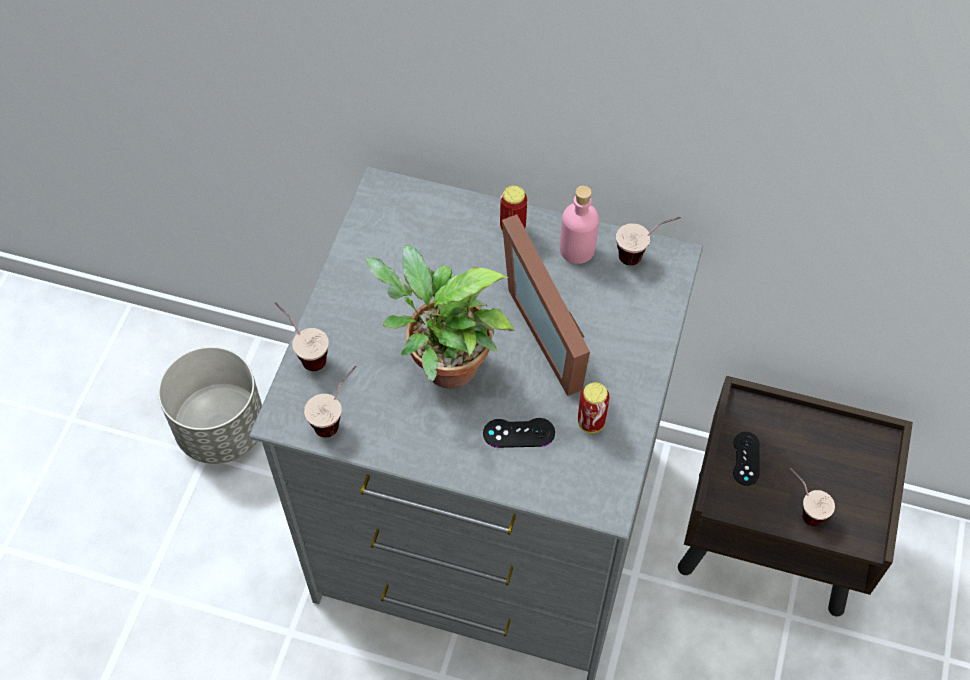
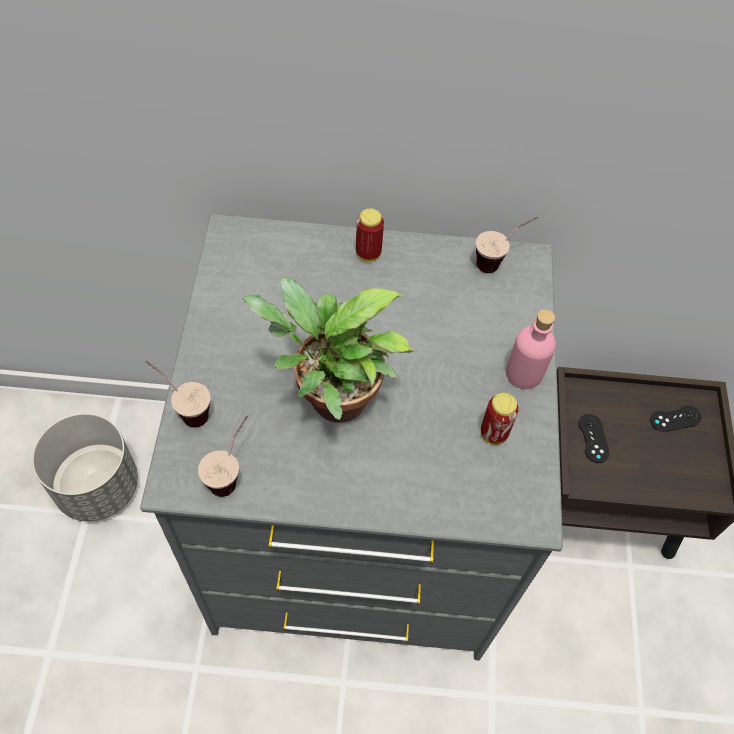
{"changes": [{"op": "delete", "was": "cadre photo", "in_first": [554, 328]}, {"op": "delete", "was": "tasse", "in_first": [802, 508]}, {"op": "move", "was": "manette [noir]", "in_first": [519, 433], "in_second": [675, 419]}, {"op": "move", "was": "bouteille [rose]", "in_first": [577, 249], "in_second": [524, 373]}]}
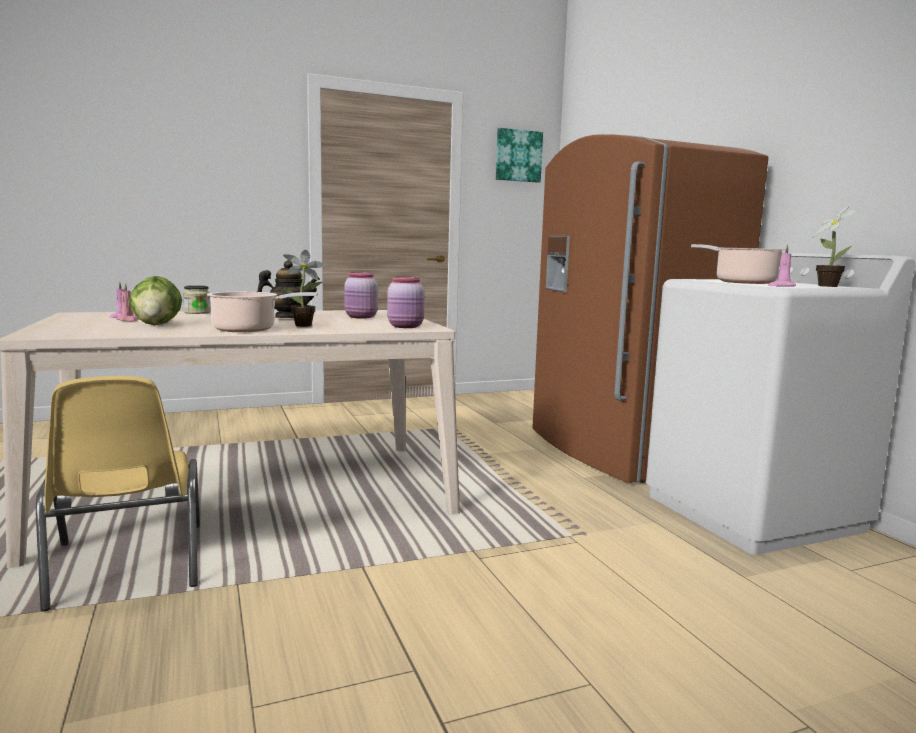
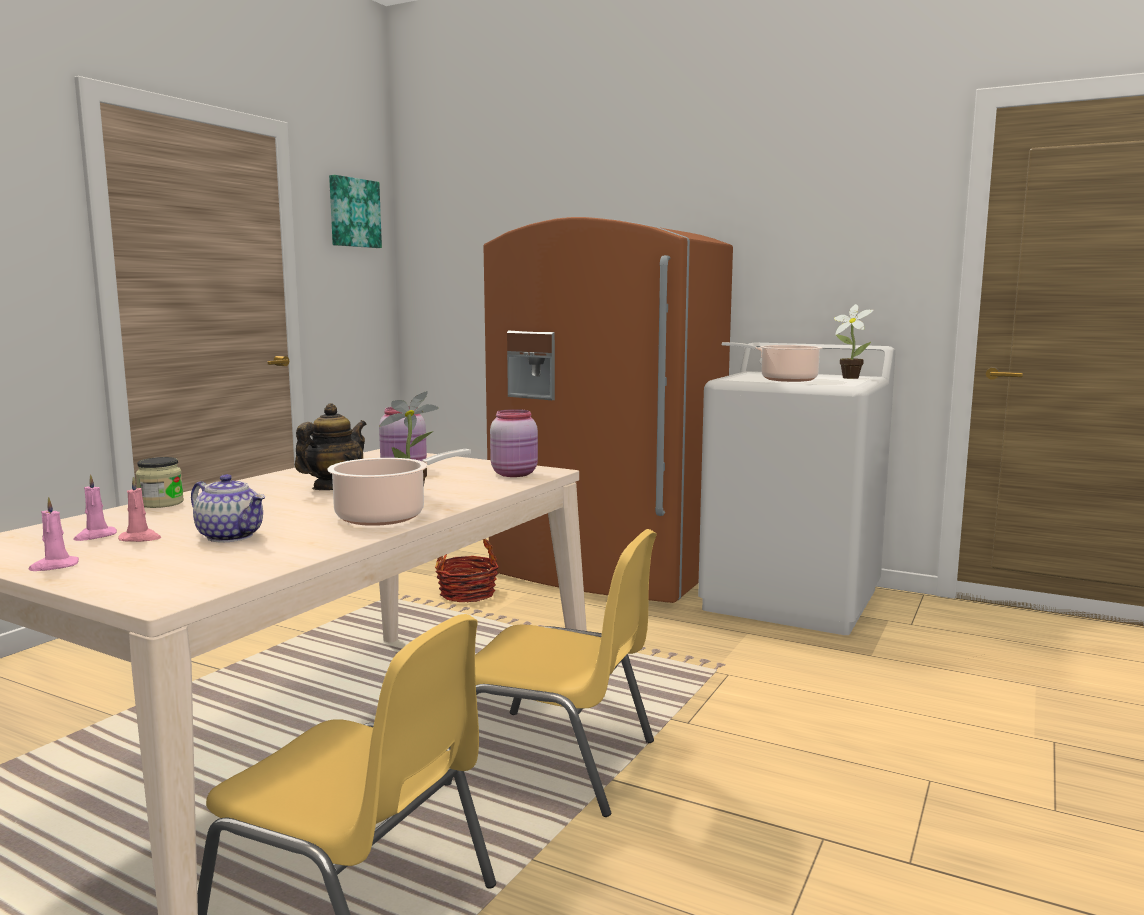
{"changes": [{"op": "insert", "now": "panier", "in_second": [467, 594]}, {"op": "insert", "now": "chaise [jaune]", "in_second": [557, 762]}, {"op": "move", "was": "bougie [rose]", "in_first": [781, 286], "in_second": [54, 566]}, {"op": "replace", "was": "laitue", "now": "théière", "in_first": [157, 325], "in_second": [231, 536]}]}
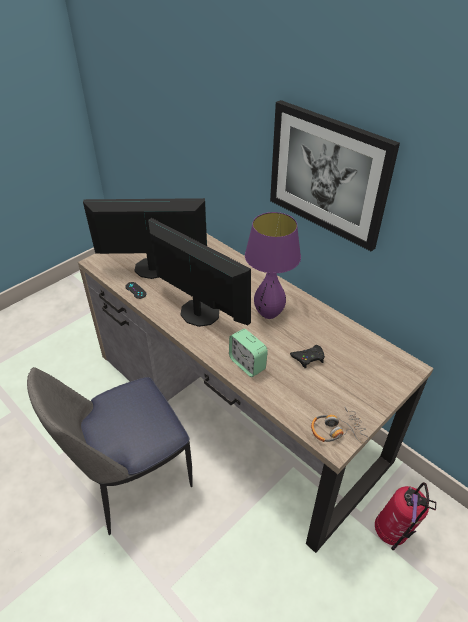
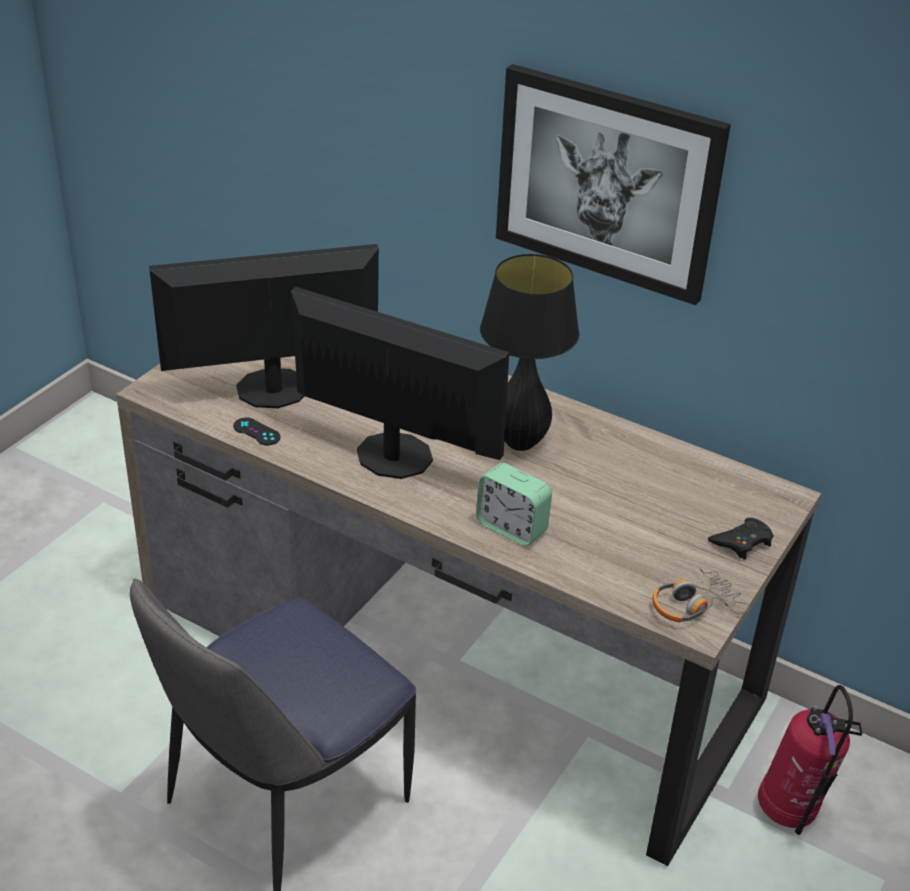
{"changes": [{"op": "move", "was": "manette [noir]", "in_first": [308, 358], "in_second": [742, 542]}, {"op": "recolor", "was": "lampe de table [violet]", "now": "lampe de table [noir]", "in_first": [269, 314], "in_second": [520, 442]}]}
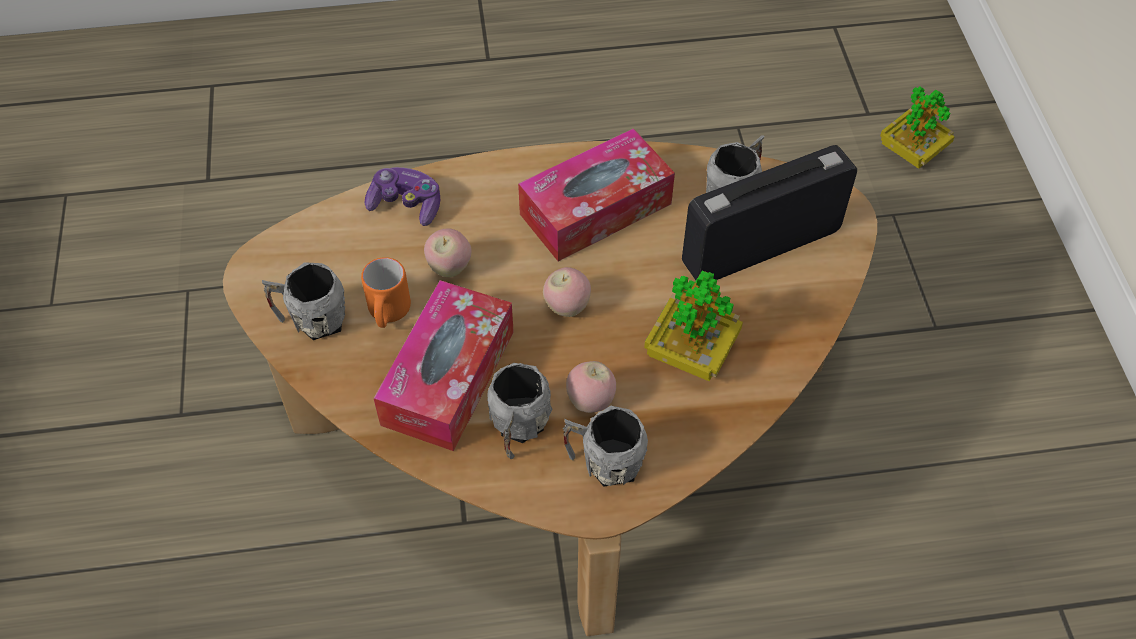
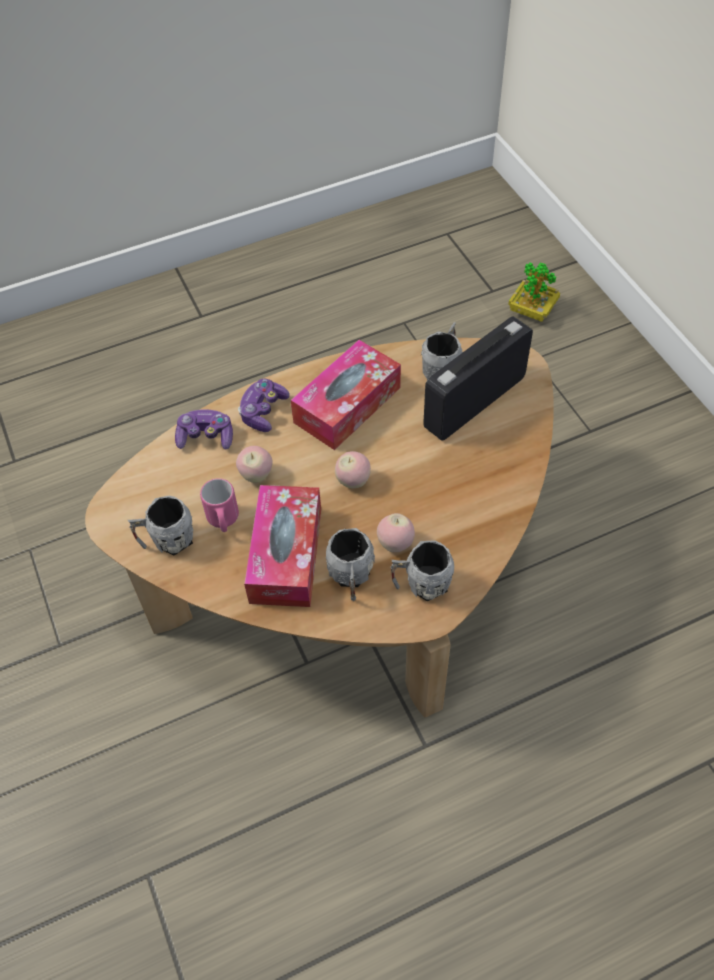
{"changes": [{"op": "delete", "was": "plante en pot", "in_first": [690, 353]}, {"op": "insert", "now": "manette", "in_second": [263, 411]}, {"op": "recolor", "was": "mug [orange]", "now": "mug [rose]", "in_first": [388, 314], "in_second": [223, 521]}]}
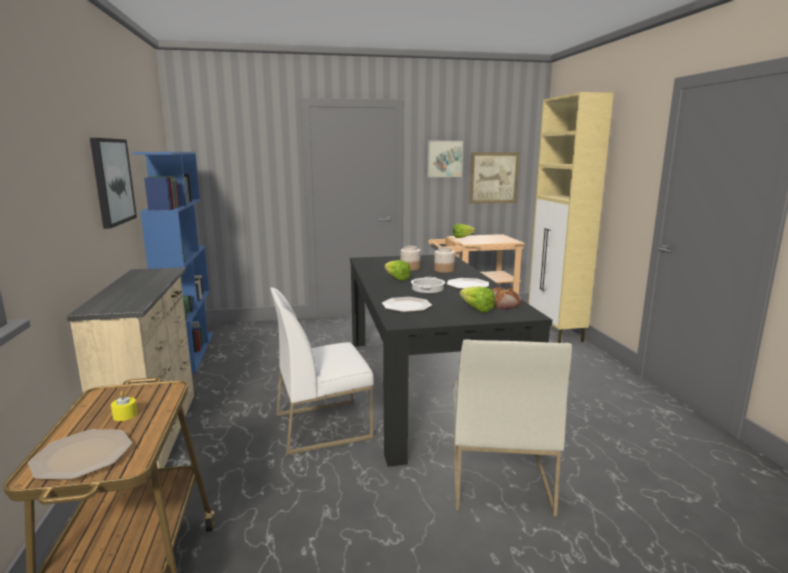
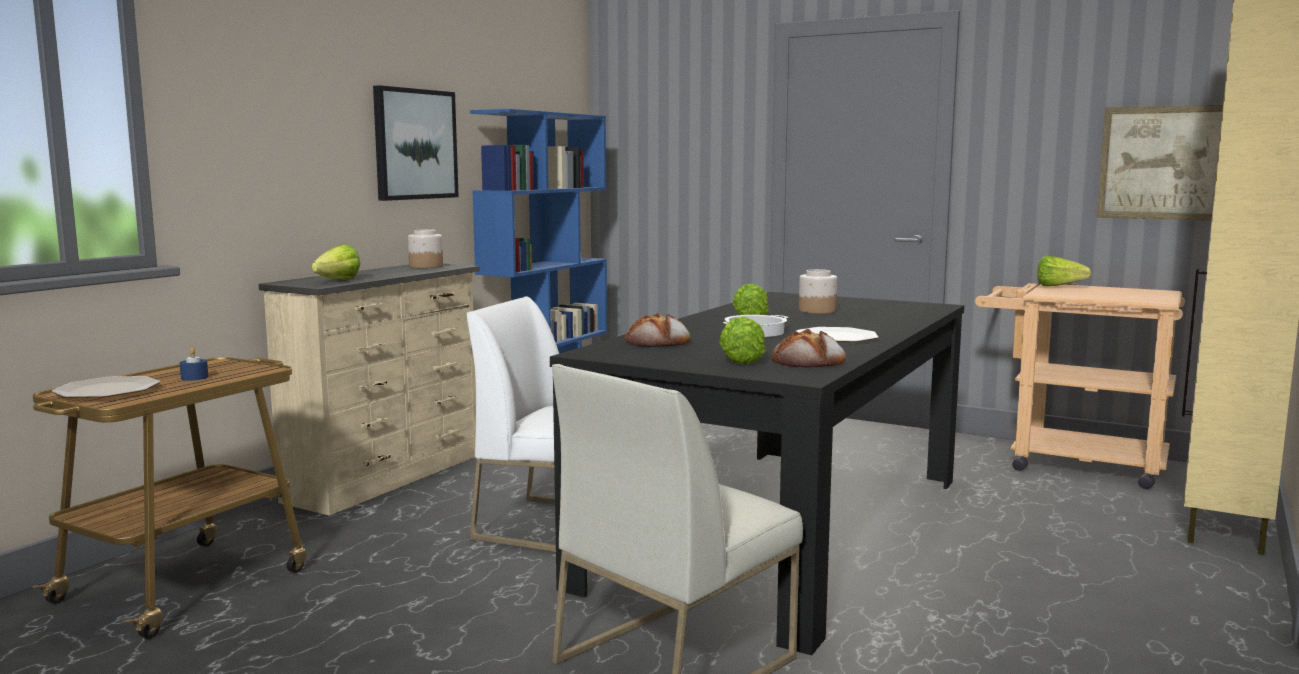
{"changes": [{"op": "delete", "was": "tableau", "in_first": [444, 158]}, {"op": "insert", "now": "laitue", "in_second": [333, 281]}, {"op": "move", "was": "bocal", "in_first": [444, 270], "in_second": [425, 266]}, {"op": "replace", "was": "assiette", "now": "pain", "in_first": [406, 306], "in_second": [658, 342]}, {"op": "recolor", "was": "bougie [jaune]", "now": "bougie [bleu]", "in_first": [125, 415], "in_second": [194, 377]}]}
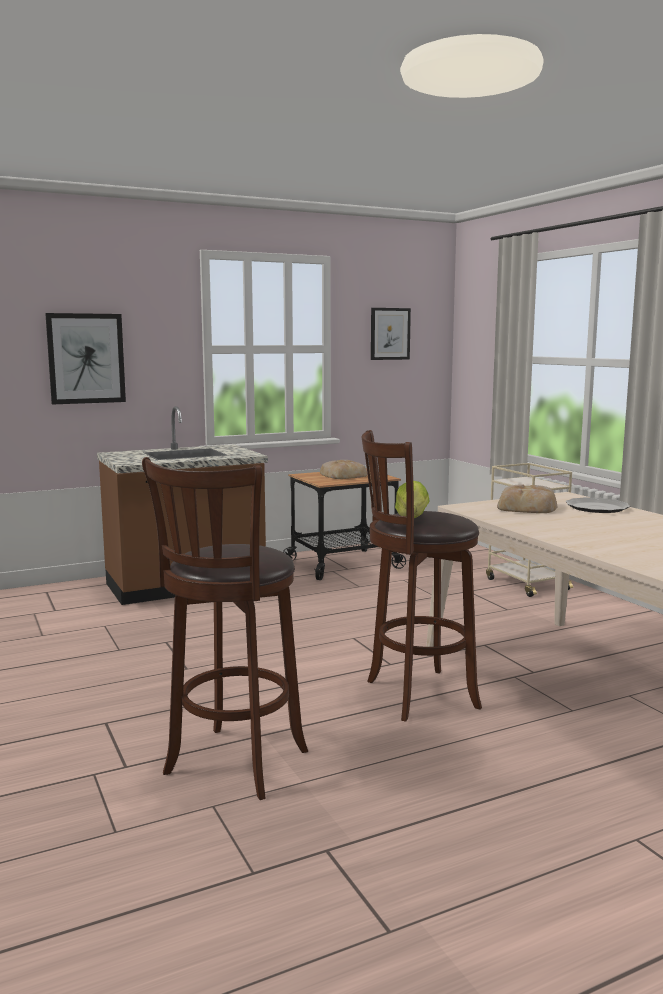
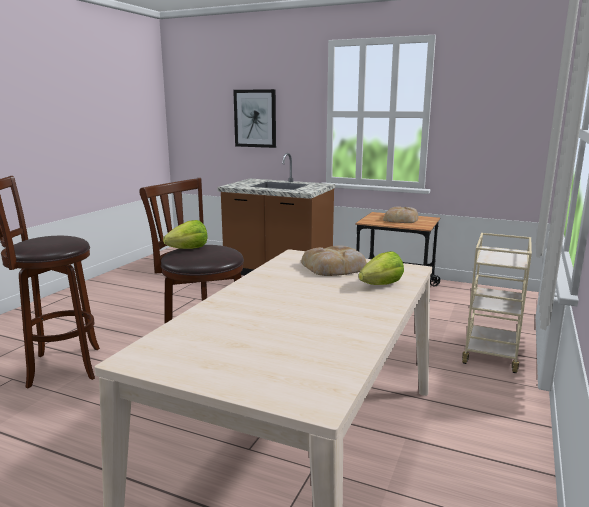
{"changes": [{"op": "delete", "was": "tableau", "in_first": [390, 334]}, {"op": "replace", "was": "assiette", "now": "laitue", "in_first": [597, 508], "in_second": [381, 285]}]}
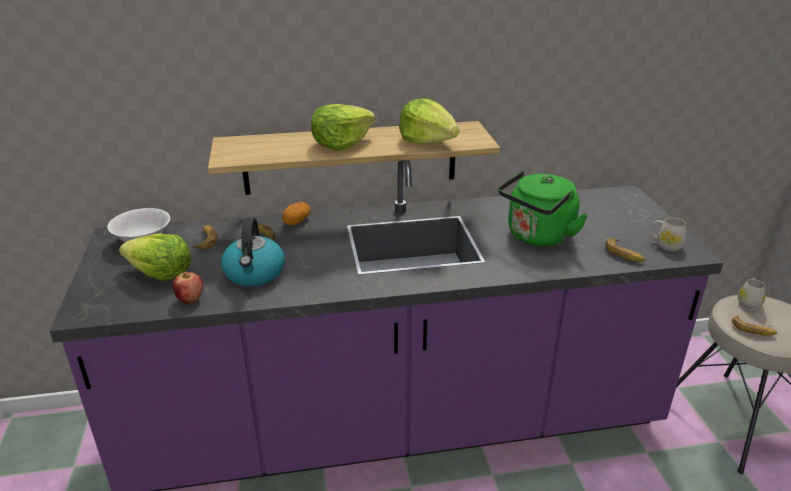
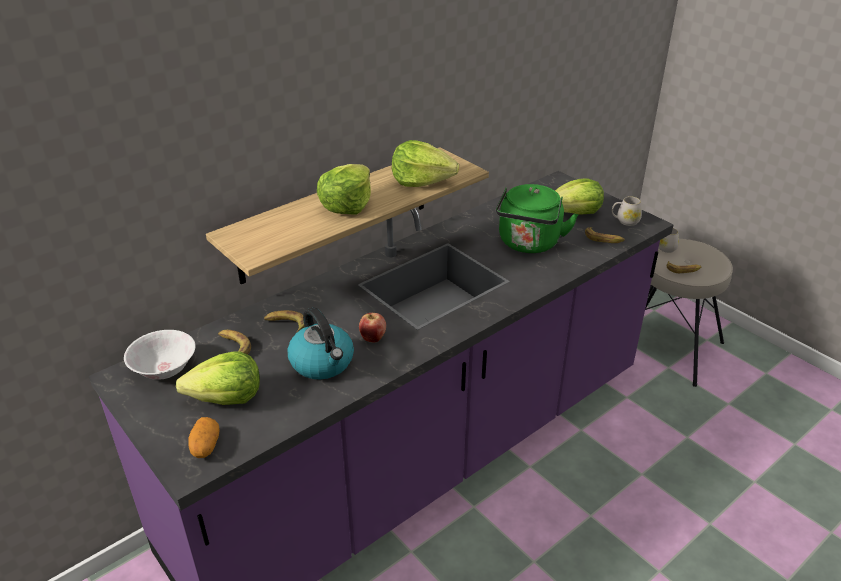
{"changes": [{"op": "insert", "now": "laitue", "in_second": [575, 212]}, {"op": "move", "was": "pomme", "in_first": [190, 300], "in_second": [373, 338]}, {"op": "move", "was": "pomme de terre", "in_first": [296, 221], "in_second": [205, 446]}]}
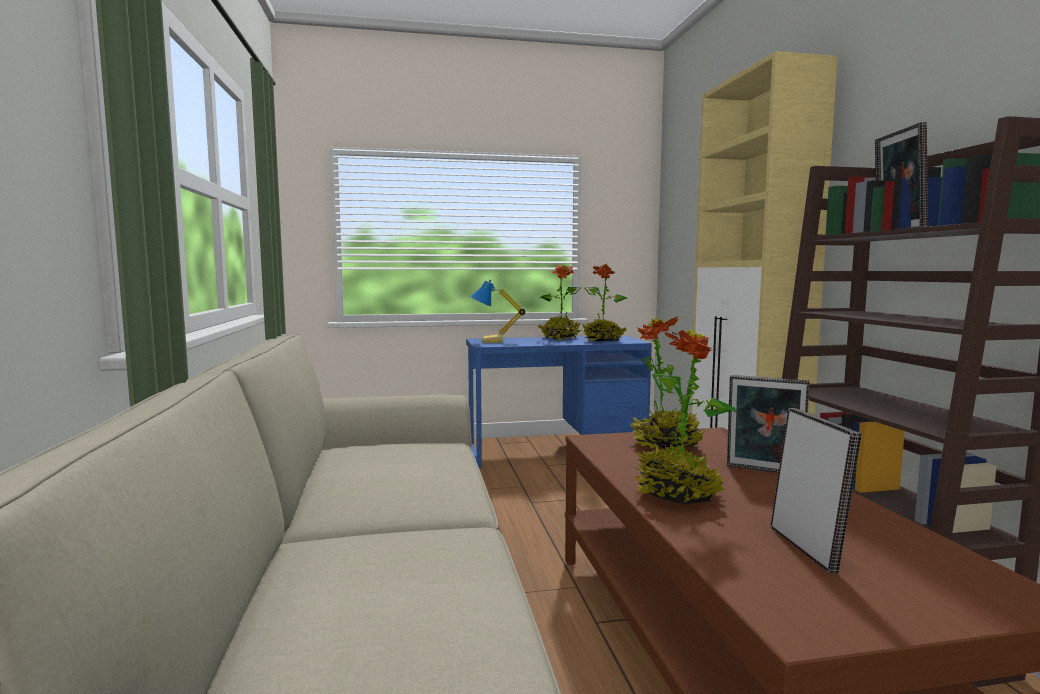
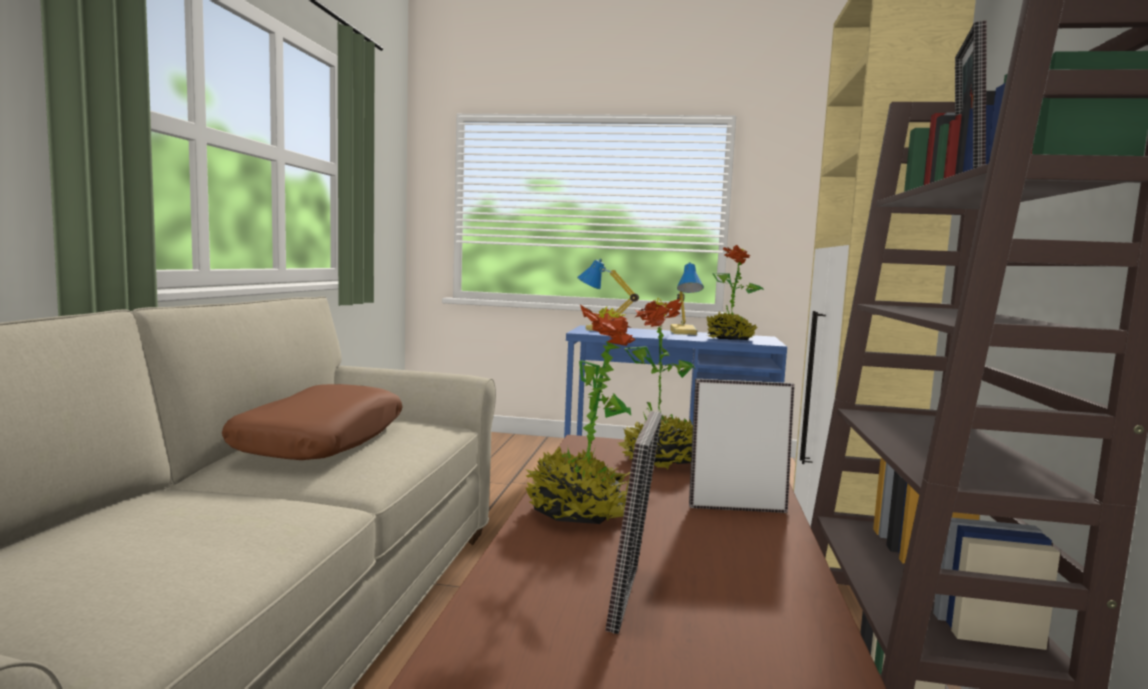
{"changes": [{"op": "insert", "now": "coussin [marron]", "in_second": [321, 440]}, {"op": "replace", "was": "plante en pot", "now": "lampe de table", "in_first": [559, 338], "in_second": [684, 333]}, {"op": "rotate", "was": "cadre photo", "in_first": [764, 471], "in_second": [736, 507], "clockwise": 135}]}
